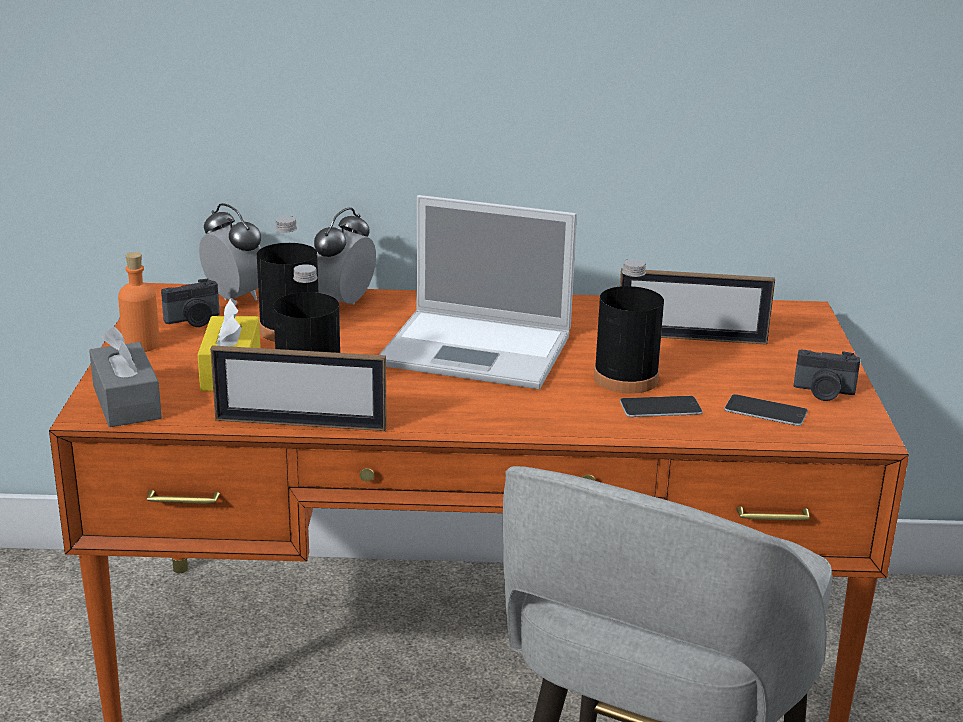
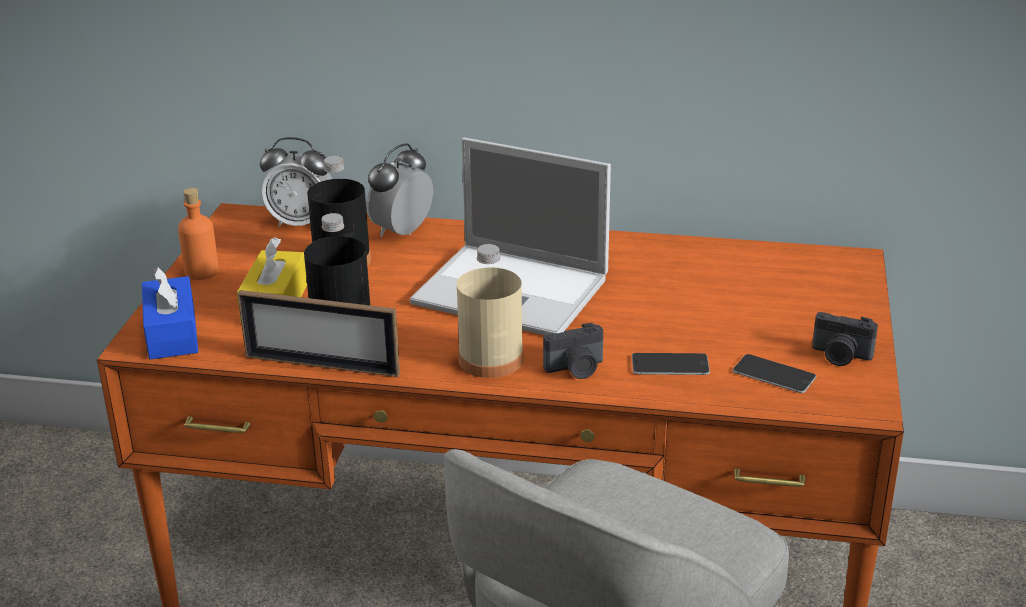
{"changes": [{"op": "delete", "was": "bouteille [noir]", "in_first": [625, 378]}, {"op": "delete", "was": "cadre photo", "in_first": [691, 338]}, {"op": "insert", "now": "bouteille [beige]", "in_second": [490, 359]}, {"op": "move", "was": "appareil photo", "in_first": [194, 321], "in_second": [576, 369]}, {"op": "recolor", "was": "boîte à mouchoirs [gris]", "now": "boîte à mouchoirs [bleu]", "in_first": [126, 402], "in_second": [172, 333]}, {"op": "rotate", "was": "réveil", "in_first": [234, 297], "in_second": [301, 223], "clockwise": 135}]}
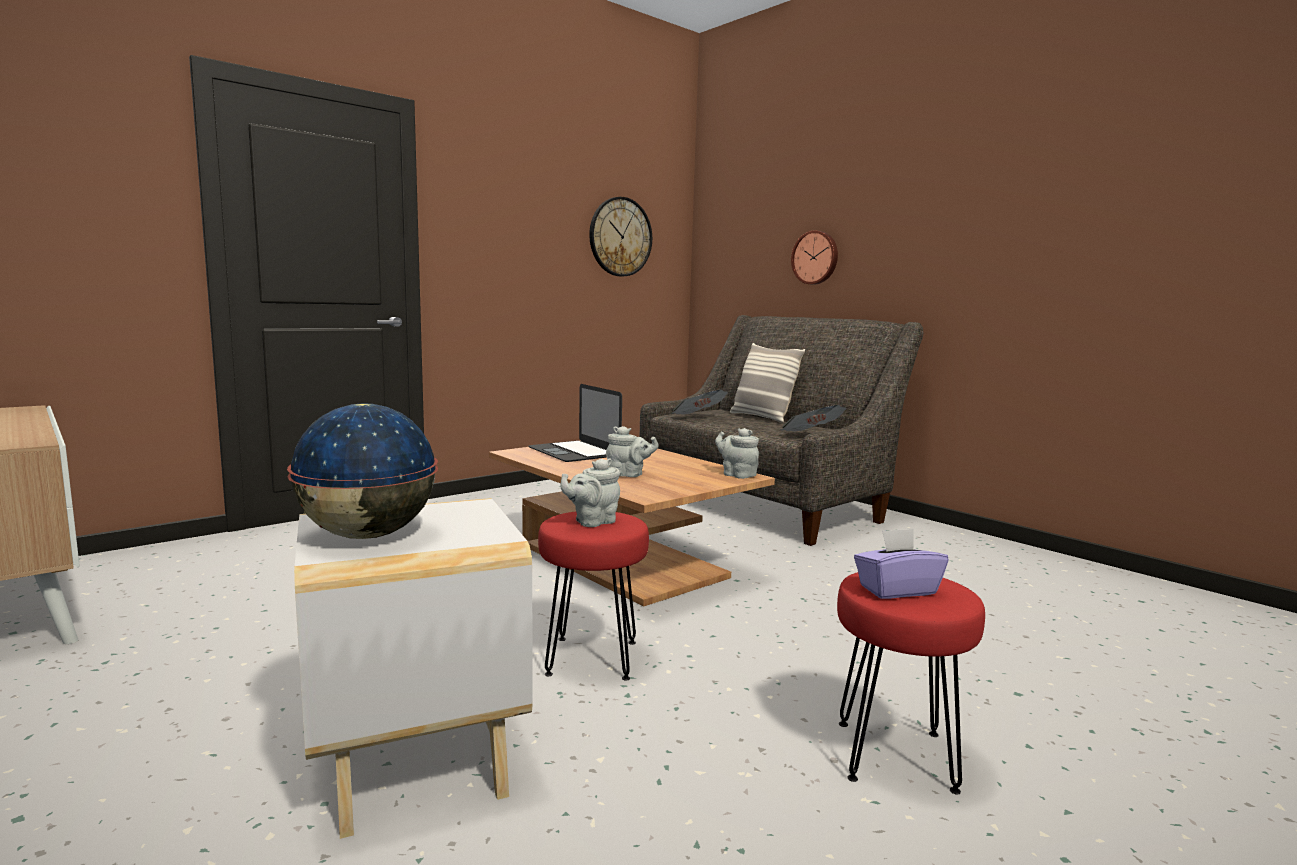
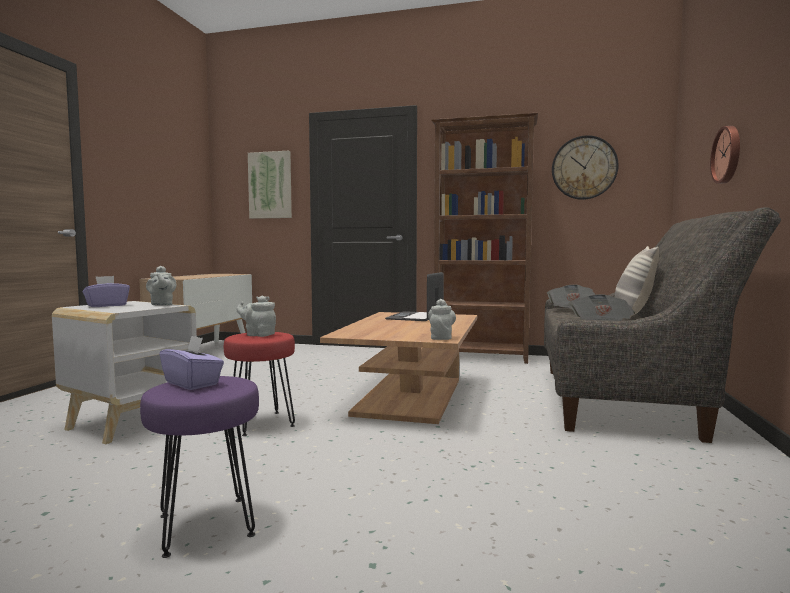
{"changes": [{"op": "insert", "now": "tableau", "in_second": [270, 185]}, {"op": "insert", "now": "bibliothèque [marron]", "in_second": [481, 357]}, {"op": "move", "was": "théière [gris]", "in_first": [628, 475], "in_second": [162, 305]}, {"op": "replace", "was": "globe", "now": "boîte à mouchoirs [violet]", "in_first": [369, 535], "in_second": [107, 305]}, {"op": "recolor", "was": "tabouret [rouge]", "now": "tabouret [violet]", "in_first": [896, 756], "in_second": [205, 526]}]}
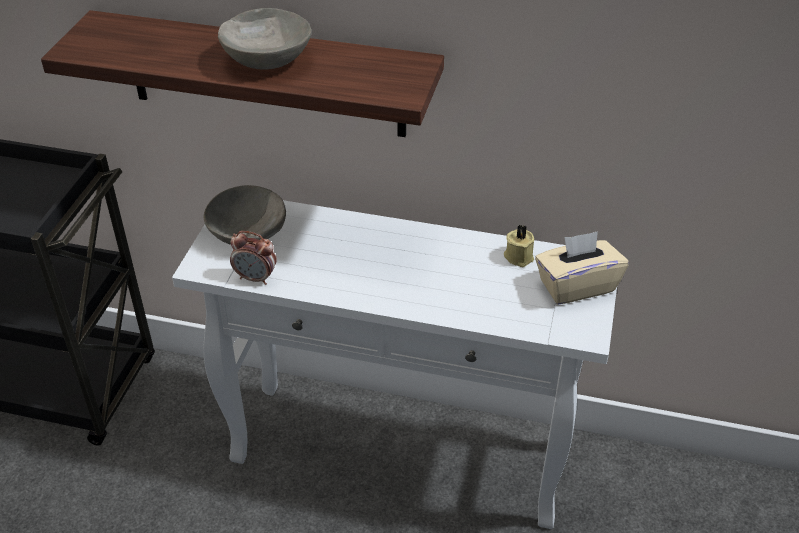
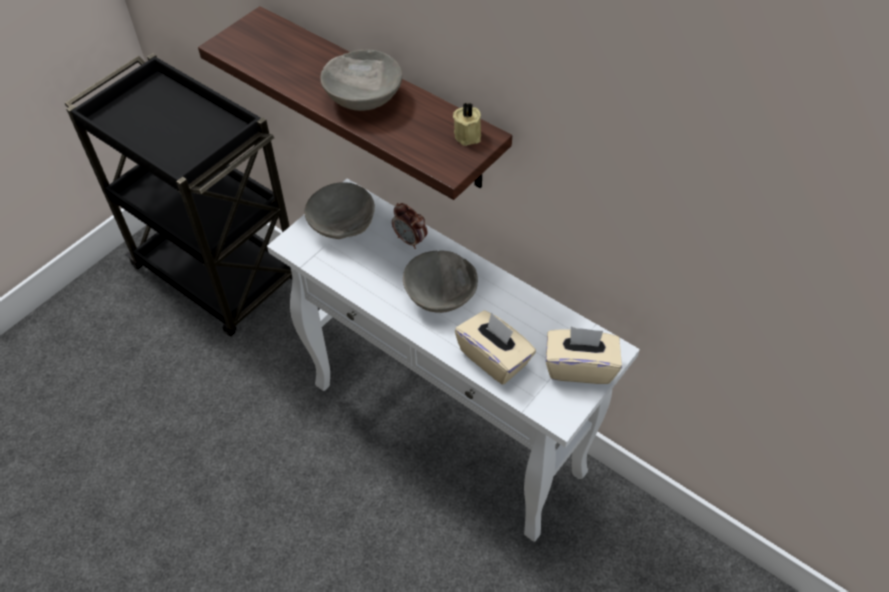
{"changes": [{"op": "insert", "now": "bol [gris]", "in_second": [439, 294]}, {"op": "insert", "now": "boîte à mouchoirs [beige]", "in_second": [494, 358]}, {"op": "move", "was": "réveil", "in_first": [256, 278], "in_second": [410, 240]}, {"op": "move", "was": "bougie [beige]", "in_first": [519, 256], "in_second": [468, 134]}]}
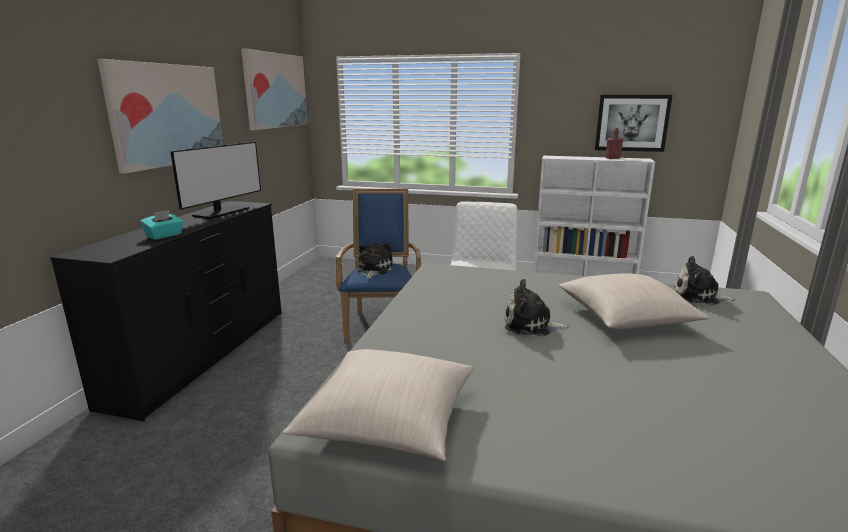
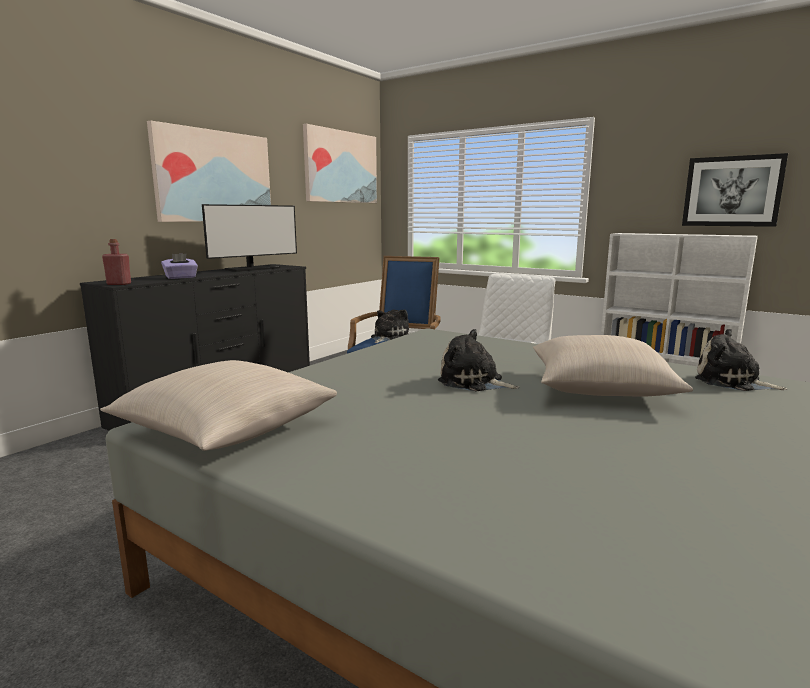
{"changes": [{"op": "move", "was": "bouteille [rouge]", "in_first": [612, 158], "in_second": [119, 284]}, {"op": "recolor", "was": "boîte à mouchoirs [turquoise]", "now": "boîte à mouchoirs [violet]", "in_first": [164, 236], "in_second": [181, 277]}]}
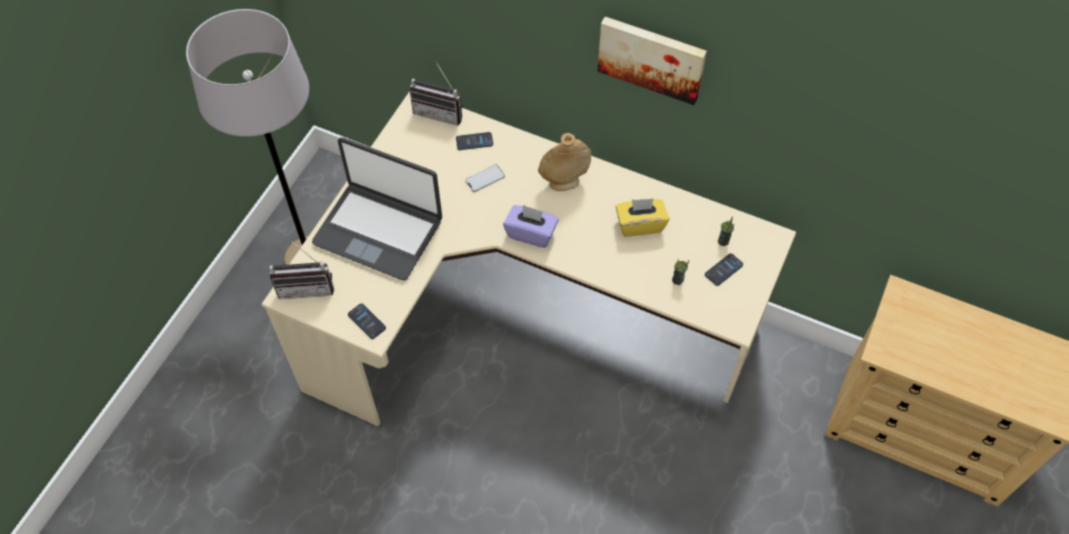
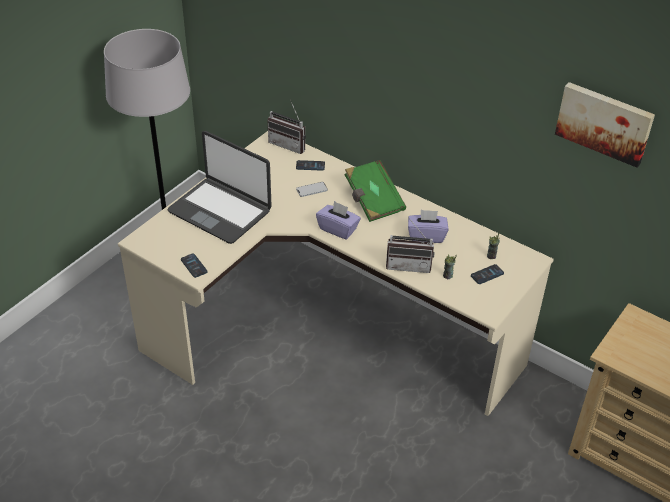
{"changes": [{"op": "move", "was": "radio", "in_first": [307, 286], "in_second": [409, 264]}, {"op": "move", "was": "tableau", "in_first": [652, 57], "in_second": [604, 122]}, {"op": "replace", "was": "vase [beige]", "now": "livre [vert]", "in_first": [564, 182], "in_second": [373, 201]}, {"op": "recolor", "was": "boîte à mouchoirs [jaune]", "now": "boîte à mouchoirs [violet]", "in_first": [640, 224], "in_second": [426, 236]}]}
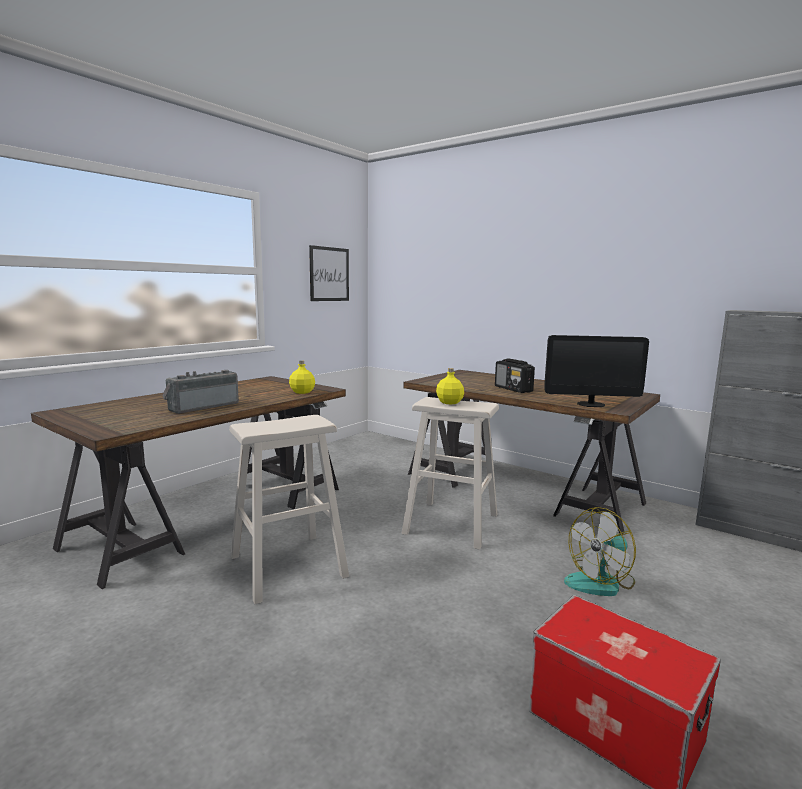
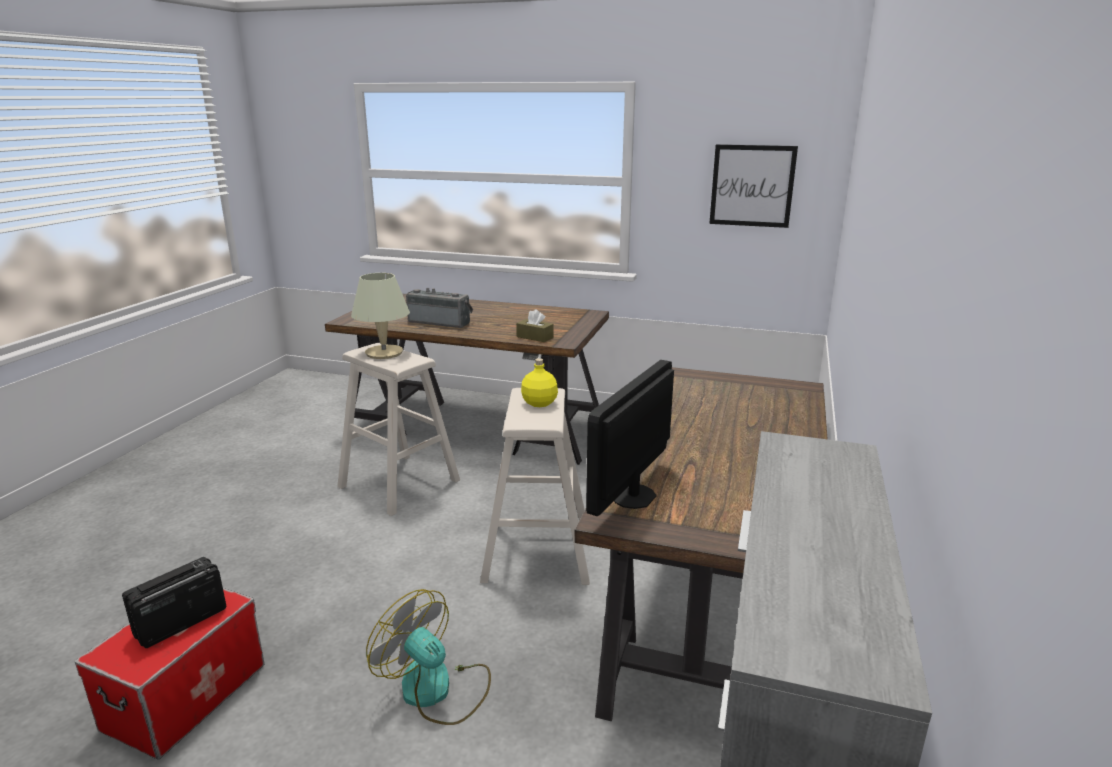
{"changes": [{"op": "insert", "now": "lampe de table [beige]", "in_second": [384, 353]}, {"op": "move", "was": "radio", "in_first": [513, 389], "in_second": [180, 622]}, {"op": "replace", "was": "bouteille [jaune]", "now": "boîte à mouchoirs [marron]", "in_first": [302, 392], "in_second": [535, 337]}, {"op": "rotate", "was": "écran d'ordinateur", "in_first": [590, 404], "in_second": [633, 496], "clockwise": 45}]}
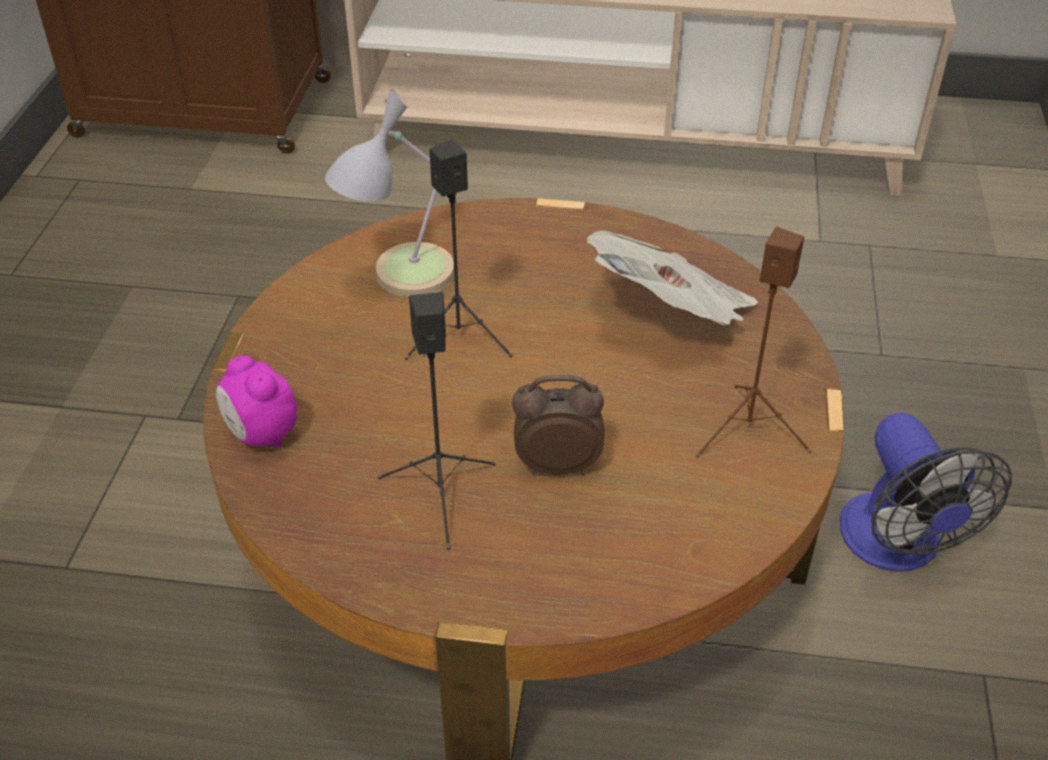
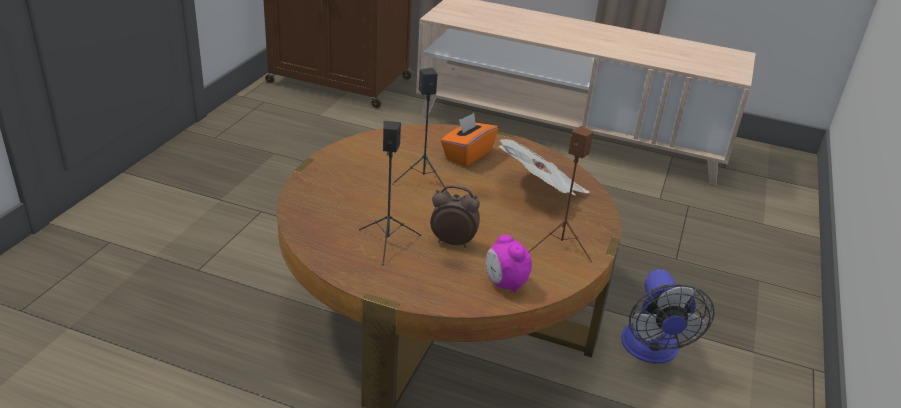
{"changes": [{"op": "delete", "was": "lampe de table", "in_first": [397, 277]}, {"op": "insert", "now": "boîte à mouchoirs [orange]", "in_second": [467, 155]}, {"op": "move", "was": "réveil", "in_first": [261, 434], "in_second": [504, 284]}]}
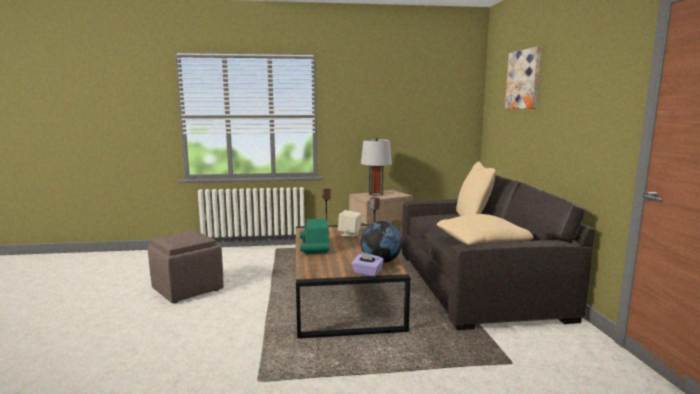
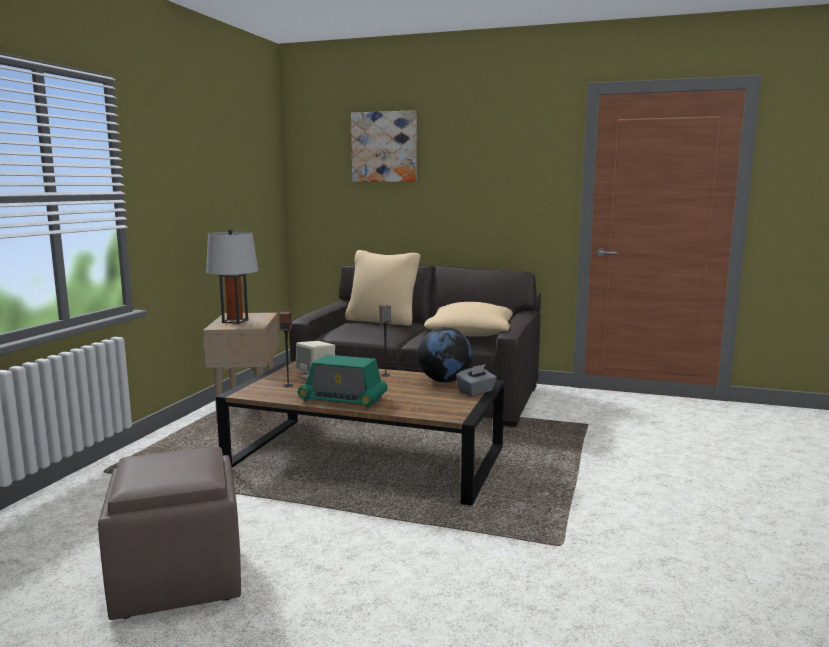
{"changes": [{"op": "recolor", "was": "boîte à mouchoirs [violet]", "now": "boîte à mouchoirs [gris]", "in_first": [367, 273], "in_second": [476, 391]}]}
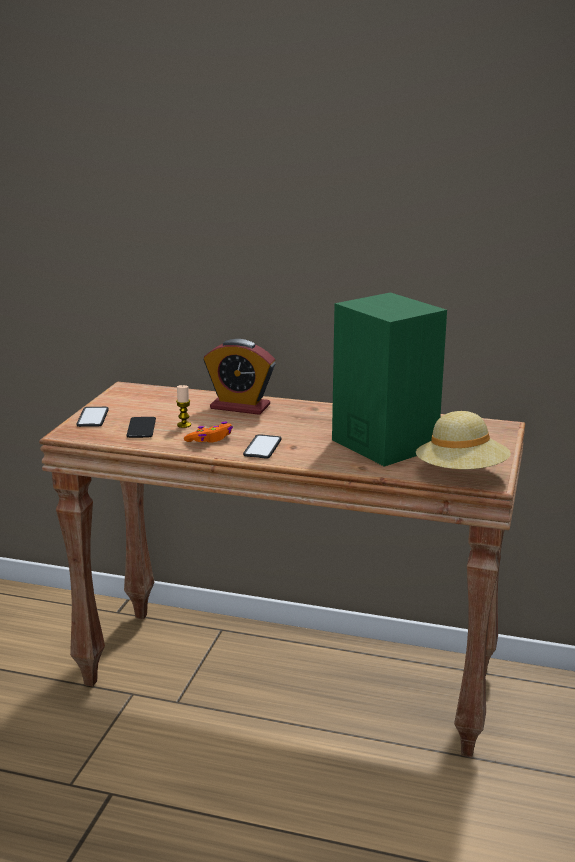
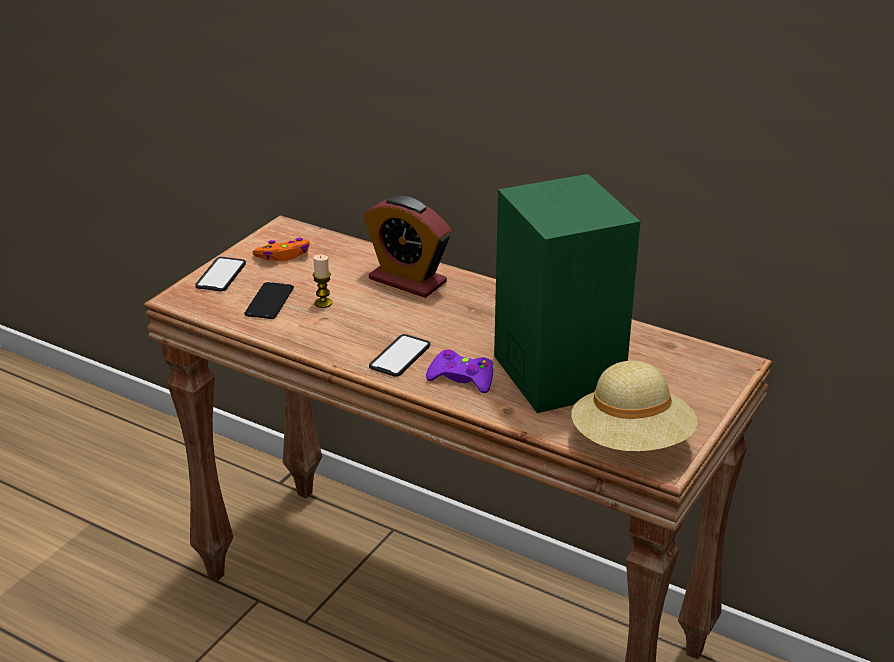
{"changes": [{"op": "insert", "now": "manette [violet]", "in_second": [461, 378]}, {"op": "move", "was": "manette [orange]", "in_first": [210, 439], "in_second": [283, 256]}]}
